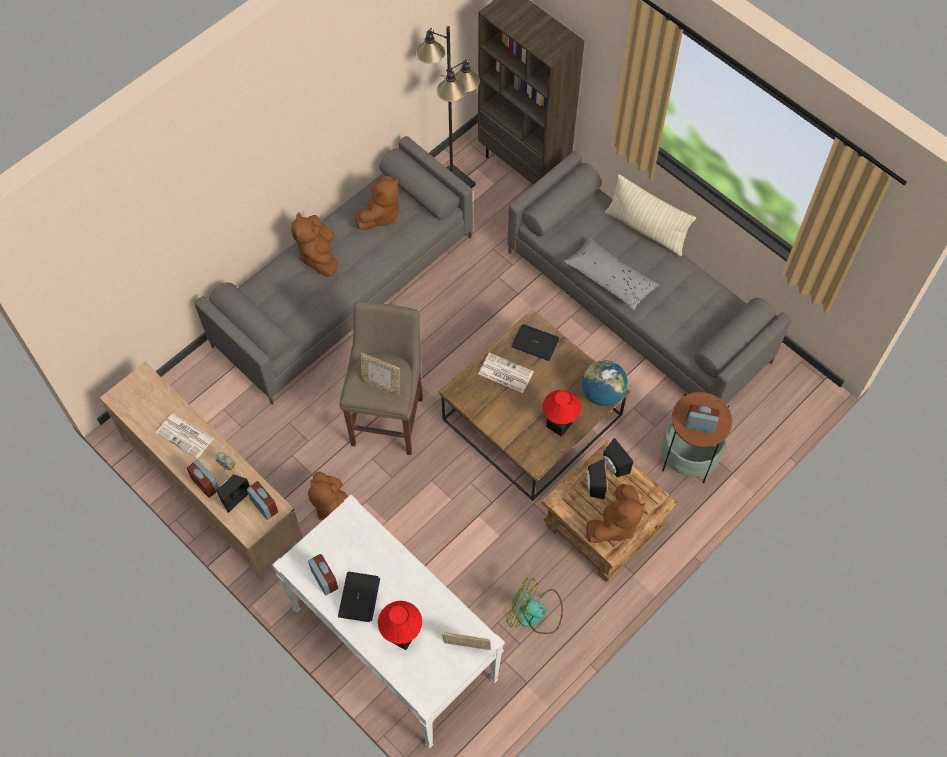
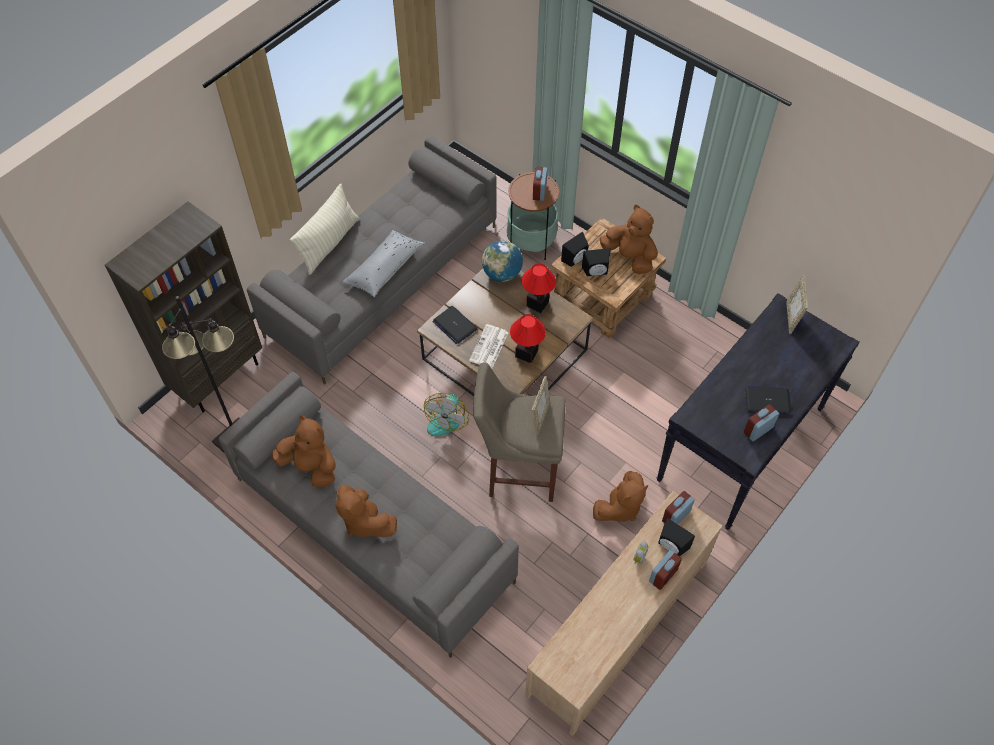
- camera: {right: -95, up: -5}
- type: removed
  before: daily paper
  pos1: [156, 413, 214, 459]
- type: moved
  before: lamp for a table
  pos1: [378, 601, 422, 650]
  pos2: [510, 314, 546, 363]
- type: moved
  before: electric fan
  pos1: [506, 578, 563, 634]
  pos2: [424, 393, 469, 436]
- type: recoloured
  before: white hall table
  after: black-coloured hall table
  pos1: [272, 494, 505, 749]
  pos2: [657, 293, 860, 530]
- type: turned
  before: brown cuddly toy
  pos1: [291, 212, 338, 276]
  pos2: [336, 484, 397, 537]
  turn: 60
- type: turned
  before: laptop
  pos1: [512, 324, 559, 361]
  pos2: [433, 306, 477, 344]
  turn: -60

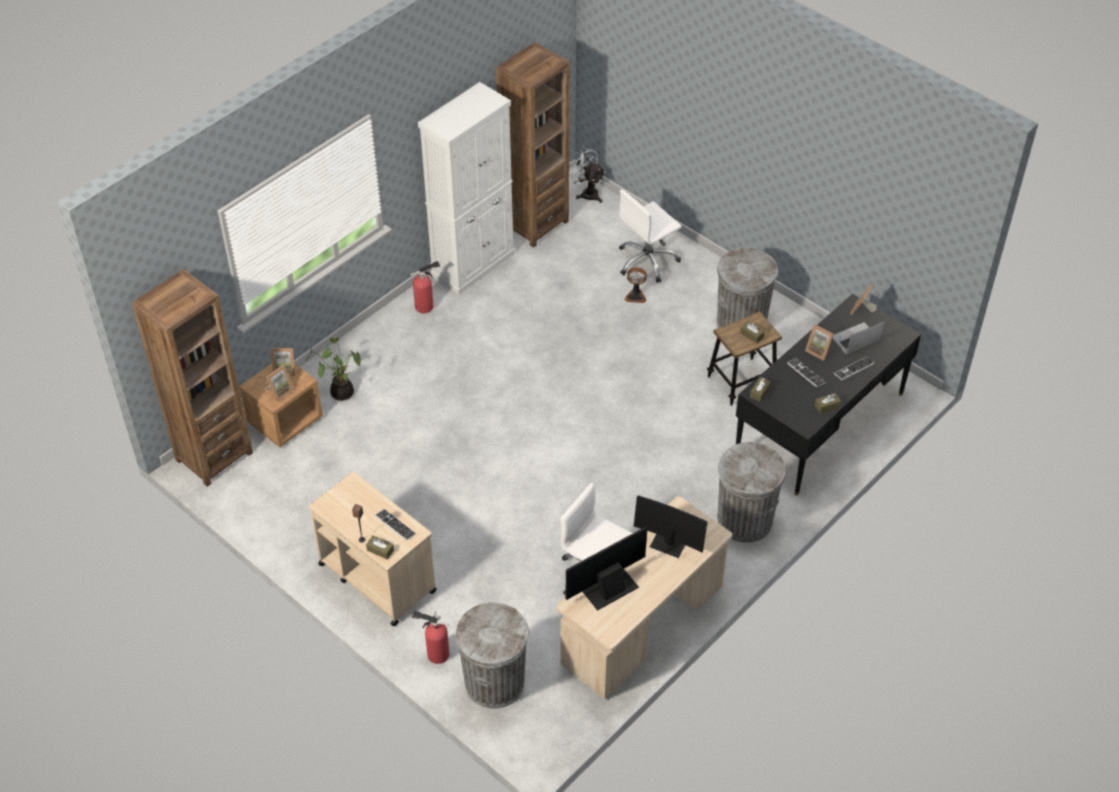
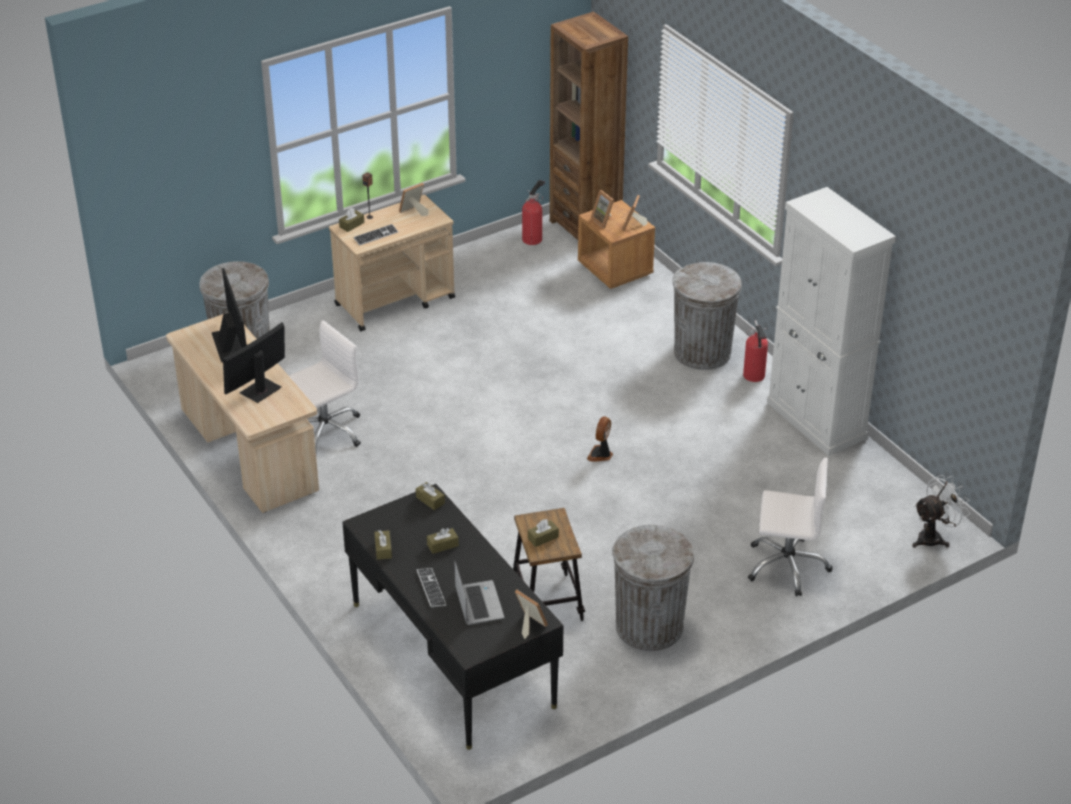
- camera: {right: 105, up: -10}
- type: removed
  before: plant in a pot
  pos1: [306, 337, 361, 401]
- type: removed
  before: brown bookcase
  pos1: [496, 42, 570, 248]
- type: moved
  before: extinguisher
  pos1: [412, 610, 450, 664]
  pos2: [522, 180, 545, 245]
- type: moved
  before: electric fan
  pos1: [625, 267, 647, 303]
  pos2: [587, 416, 613, 462]
- type: moved
  before: greyish rubbish bin
  pos1: [717, 442, 786, 543]
  pos2: [673, 262, 742, 370]
- type: moved
  before: picture frame
  pos1: [805, 324, 834, 361]
  pos2: [399, 183, 429, 216]
- type: replaced
  before: computer keyboard
  after: brown box of tissues
  pos1: [787, 358, 826, 388]
  pos2: [427, 528, 459, 554]
- type: turned
  before: white computer chair
  pos1: [619, 190, 682, 283]
  pos2: [748, 457, 832, 596]
  turn: 120

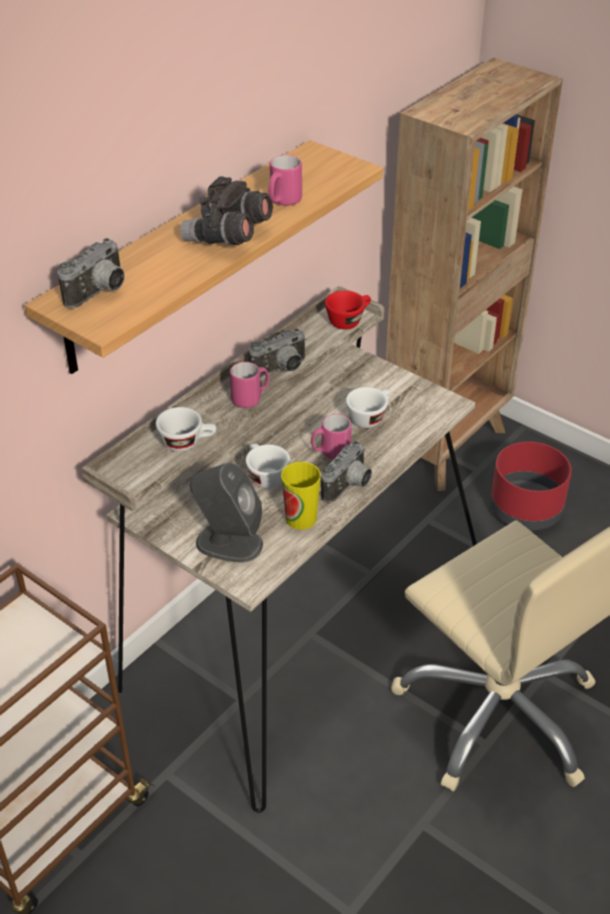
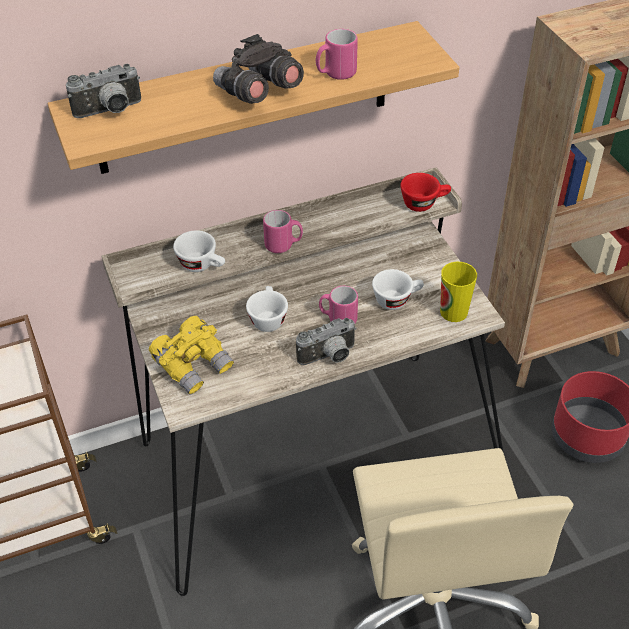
- camera: {right: 30, up: 5}
- type: removed
  before: photo camera
  pos1: [249, 328, 307, 377]
- type: moved
  before: cup
  pos1: [281, 462, 321, 530]
  pos2: [440, 262, 477, 322]
- type: replaced
  before: greyish speaker
  after: yellow field glasses
  pos1: [190, 463, 263, 562]
  pos2: [149, 316, 234, 394]

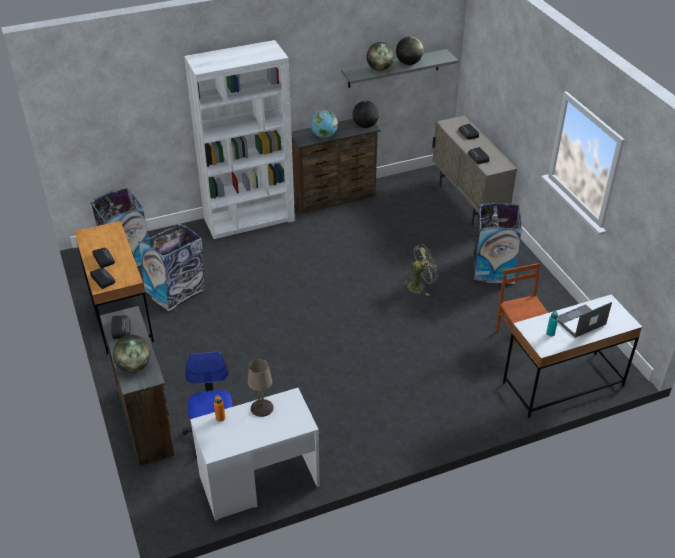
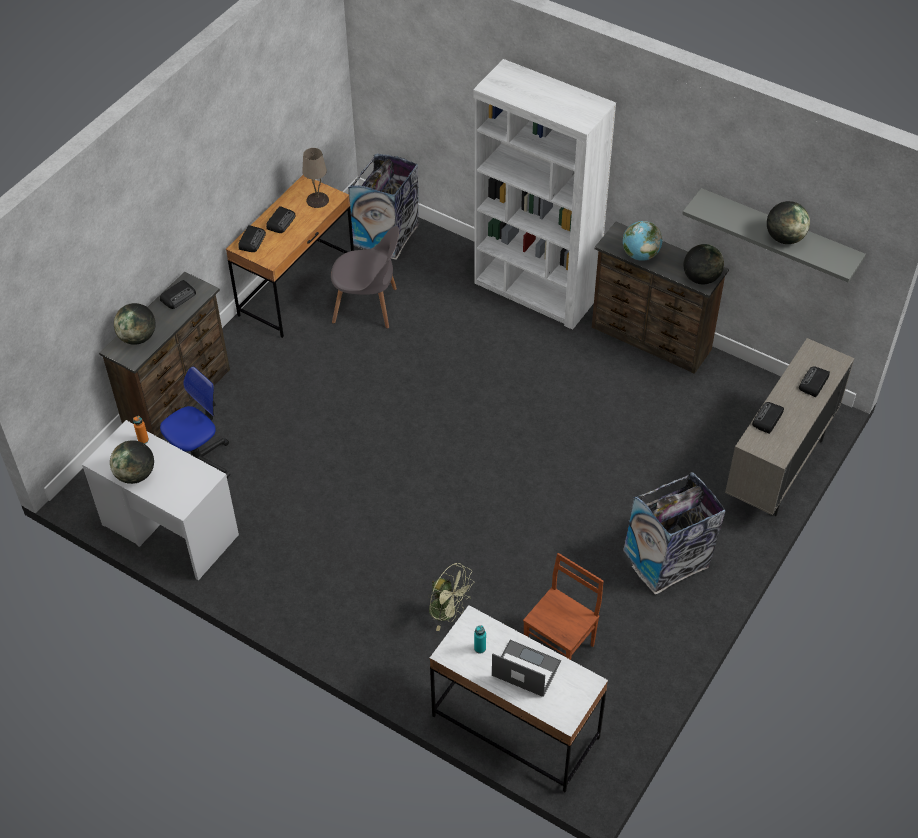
- camera: {right: 55, up: 10}
- type: moved
  before: sand-coloured lamp for a table
  pos1: [248, 359, 274, 417]
  pos2: [302, 148, 329, 208]
- type: moved
  before: desk globe
  pos1: [367, 42, 394, 71]
  pos2: [110, 440, 154, 484]
- type: moved
  before: green electric fan
  pos1: [401, 244, 438, 296]
  pos2: [428, 562, 475, 631]
- type: replaced
  before: rubbish bin
  after: greyish upright chair
  pos1: [138, 223, 205, 311]
  pos2: [331, 226, 399, 329]

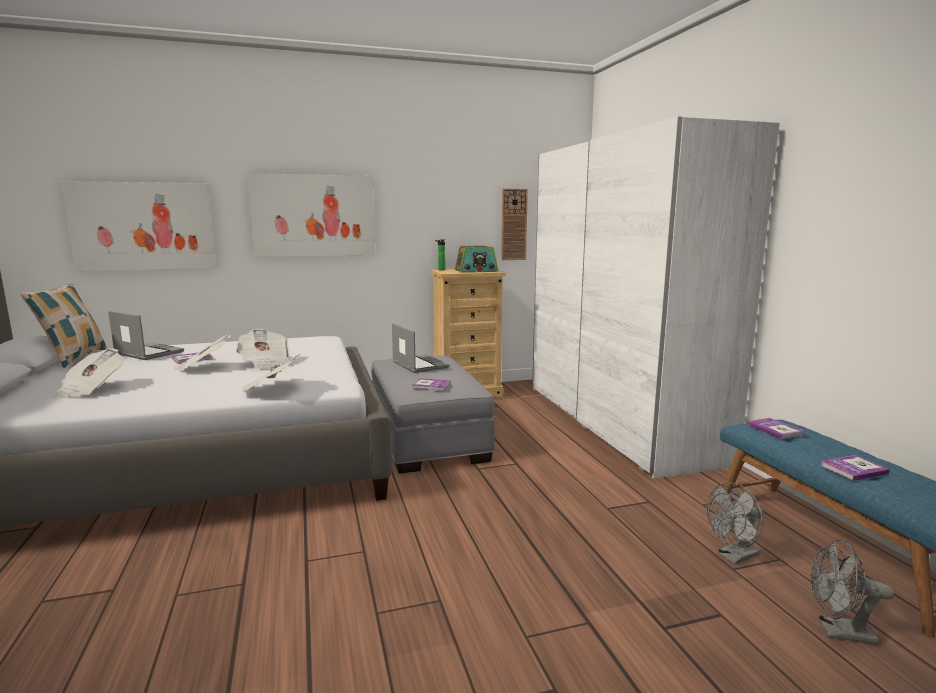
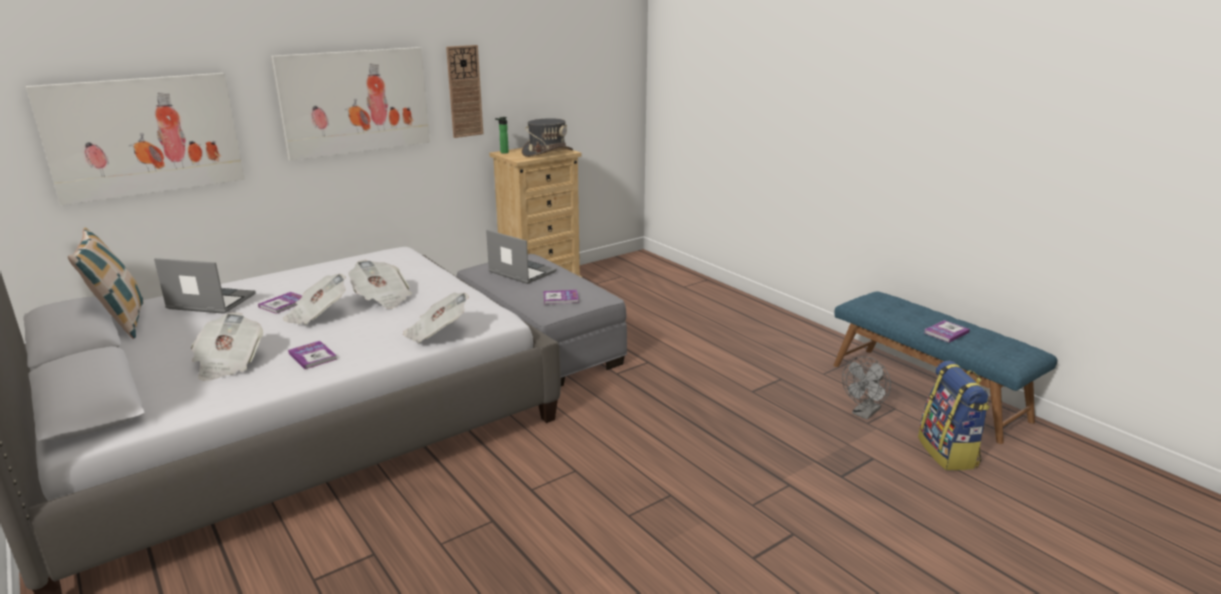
- camera: {right: -20, up: 10}
- type: removed
  before: white armoire
  pos1: [532, 116, 780, 479]
- type: moved
  before: wall clock
  pos1: [501, 189, 528, 260]
  pos2: [446, 45, 483, 138]
- type: moved
  before: volume
  pos1: [747, 418, 803, 439]
  pos2: [288, 341, 337, 369]
- type: replaced
  before: radio set
  after: greyish hat
  pos1: [455, 246, 498, 273]
  pos2: [522, 118, 573, 157]
- type: replaced
  before: greyish electric fan
  after: backpack
  pos1: [810, 539, 894, 645]
  pos2: [918, 361, 990, 471]

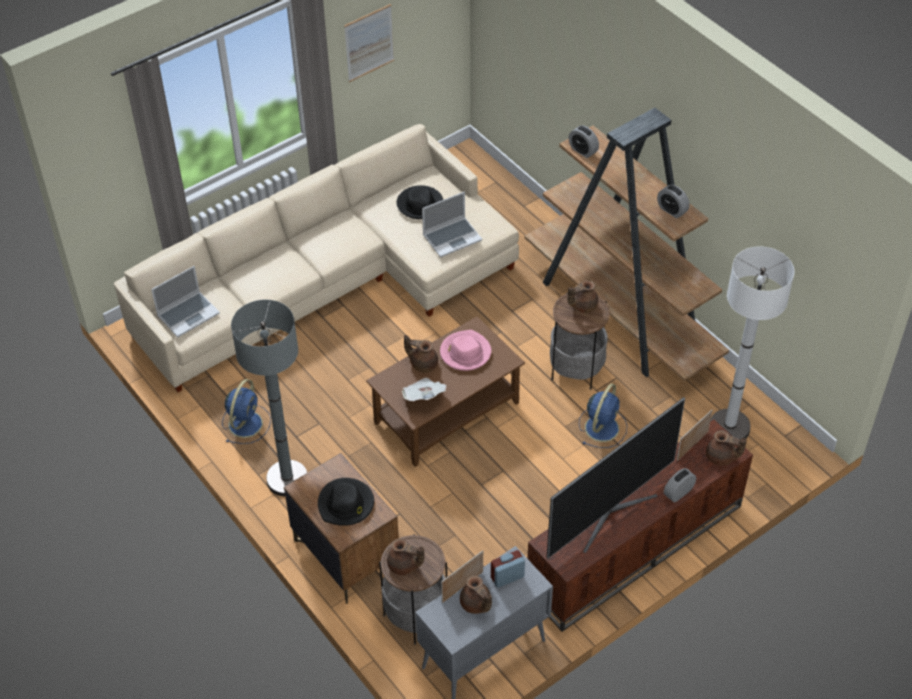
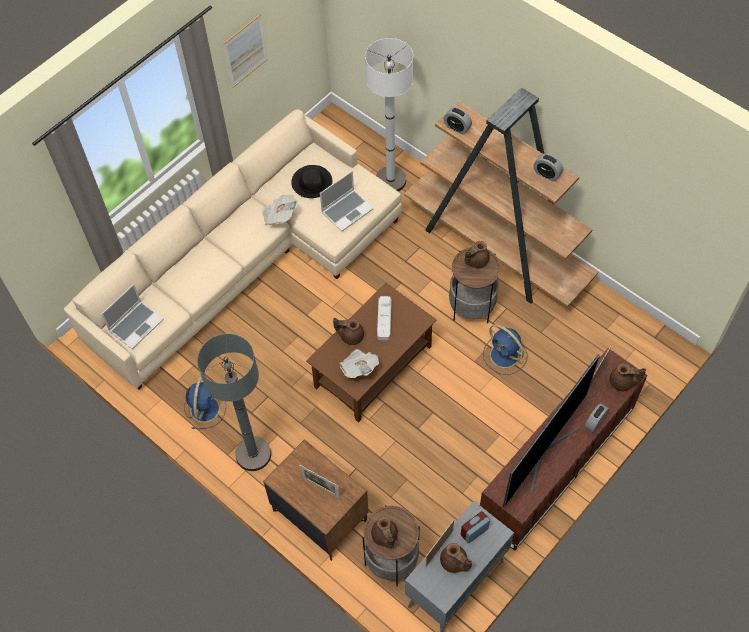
- camera: {right: -10, up: 10}
- type: added
  after: daily paper
  pos2: [262, 194, 297, 226]
- type: moved
  before: white standing lamp
  pos1: [710, 247, 794, 440]
  pos2: [365, 38, 413, 192]
- type: replaced
  before: black-coloured hat
  after: picture frame
  pos1: [318, 478, 374, 526]
  pos2: [299, 465, 340, 499]
- type: replaced
  before: pink-coloured hat
  after: greyish carrying tray
  pos1: [440, 330, 491, 371]
  pos2: [377, 296, 392, 340]
- type: turned
  before: brown tea pot
  pos1: [387, 538, 425, 575]
  pos2: [371, 517, 398, 548]
  turn: 60
- type: turned
  before: blue-coloured electric fan
  pos1: [579, 383, 627, 448]
  pos2: [483, 324, 528, 375]
  turn: 120

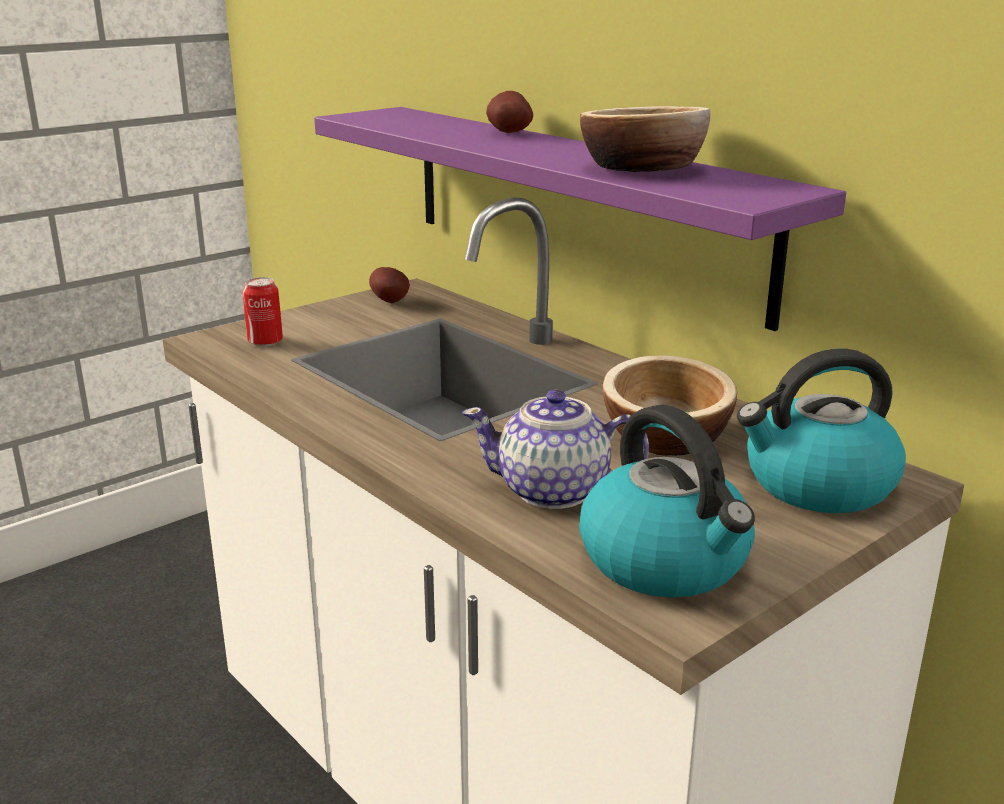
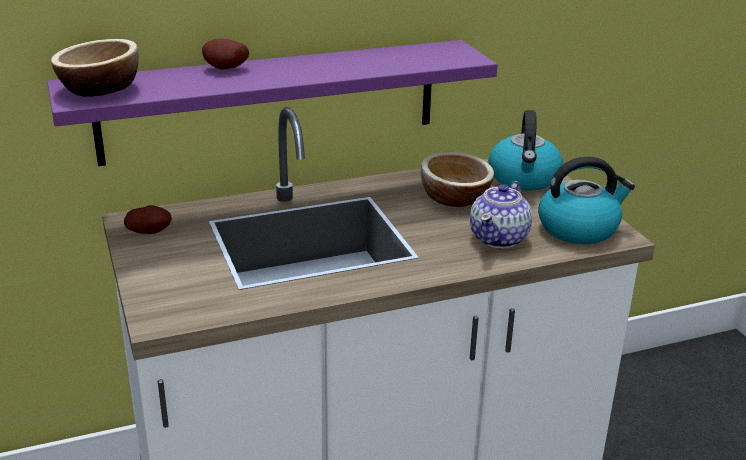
- camera: {right: -70, up: 5}
- type: removed
  before: metal can
  pos1: [243, 277, 283, 347]
- type: moved
  before: deep dish
  pos1: [580, 106, 710, 172]
  pos2: [51, 39, 139, 97]

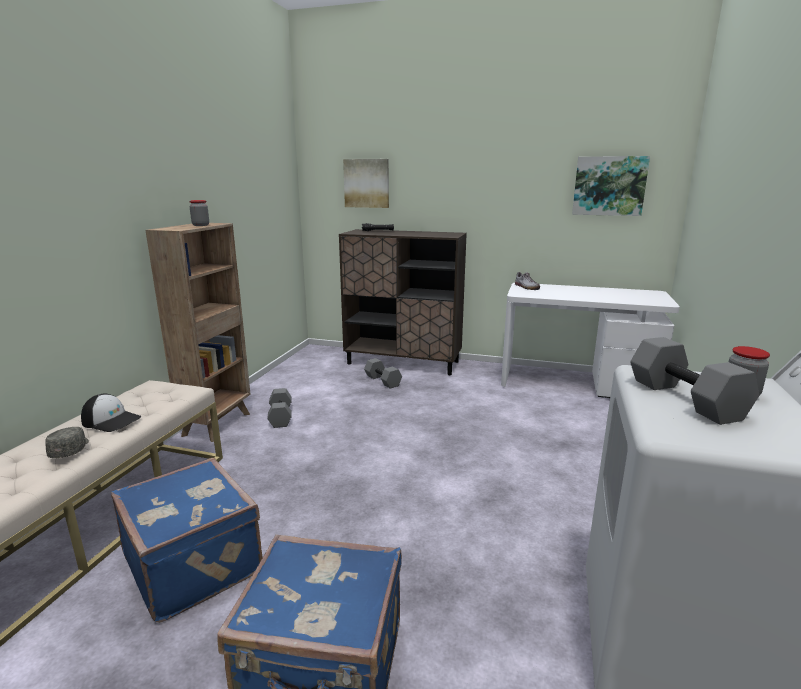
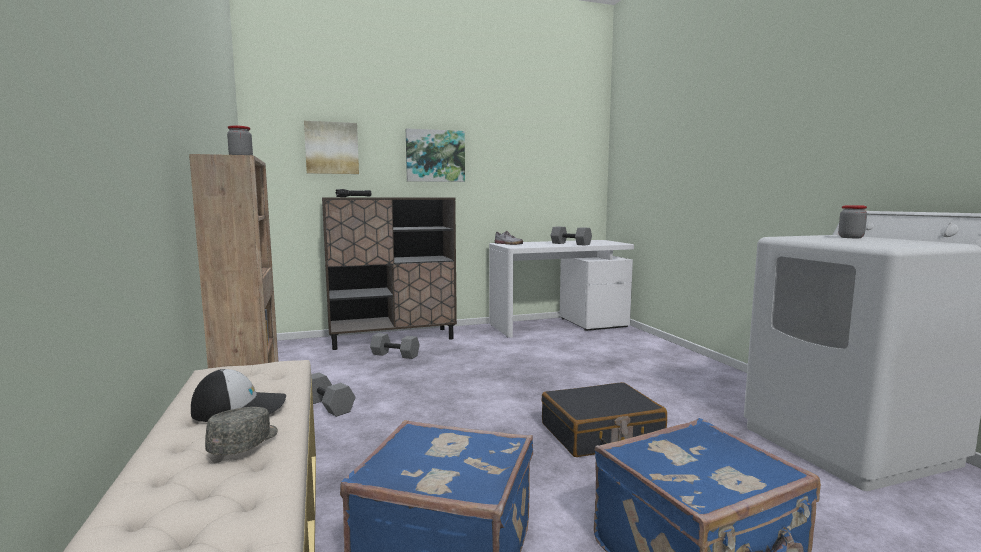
- camera: {right: -35, up: -10}
- type: added
  after: black-coloured travel case
  pos2: [541, 382, 667, 457]
- type: moved
  before: wall art
  pos1: [572, 156, 650, 216]
  pos2: [406, 128, 465, 182]
- type: moved
  before: greyish hand weight
  pos1: [630, 337, 759, 425]
  pos2: [551, 226, 592, 246]
- type: turned
  before: greyish cap
  pos1: [45, 427, 89, 458]
  pos2: [205, 407, 278, 455]
  turn: 60

